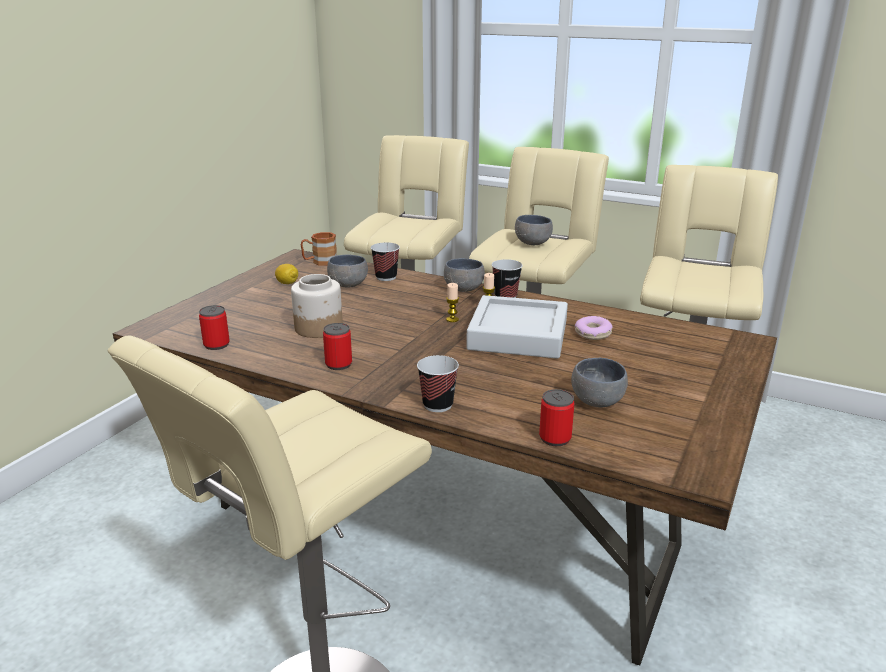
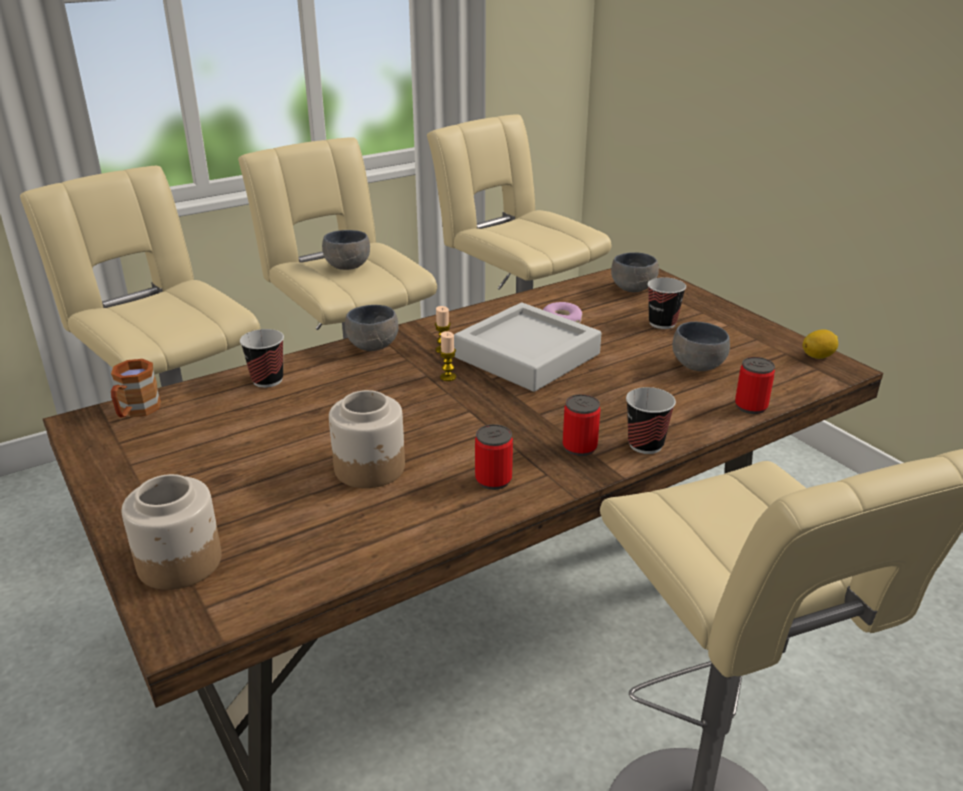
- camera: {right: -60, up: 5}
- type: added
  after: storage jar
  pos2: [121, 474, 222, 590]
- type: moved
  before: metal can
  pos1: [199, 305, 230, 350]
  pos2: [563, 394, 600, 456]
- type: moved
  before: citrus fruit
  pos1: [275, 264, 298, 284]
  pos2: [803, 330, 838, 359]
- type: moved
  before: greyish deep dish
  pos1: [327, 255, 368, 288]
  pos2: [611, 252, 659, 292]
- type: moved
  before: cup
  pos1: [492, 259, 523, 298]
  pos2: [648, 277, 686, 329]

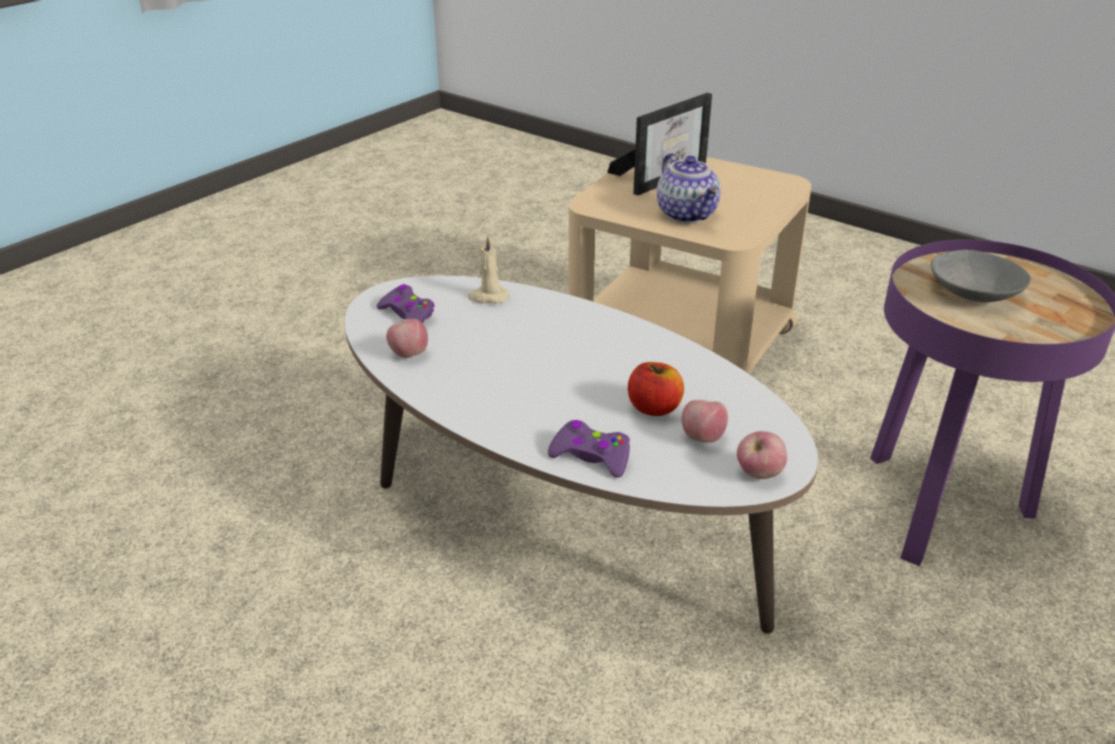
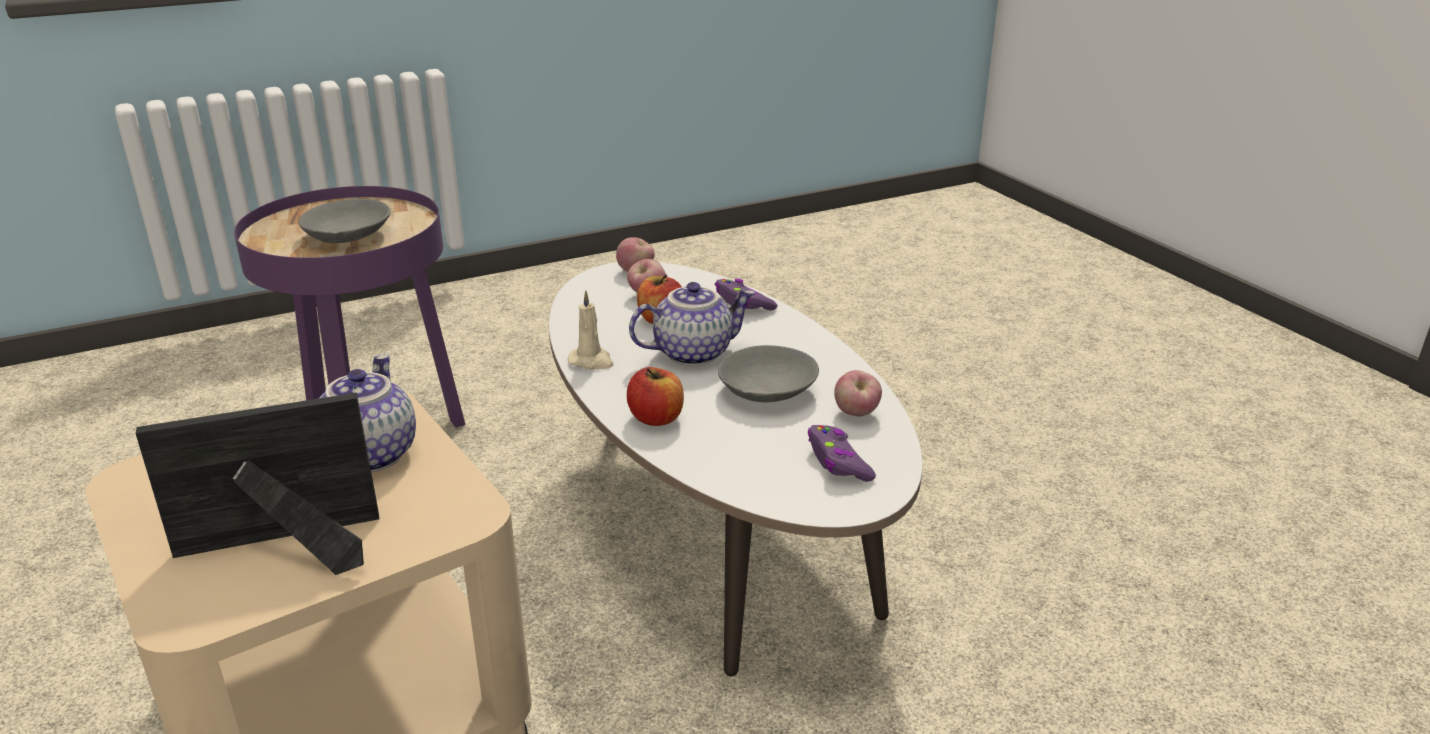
- camera: {right: -155, up: -5}
- type: added
  after: whole apple
  pos2: [627, 367, 684, 426]
- type: added
  after: tea pot
  pos2: [629, 282, 755, 366]
- type: added
  after: greyish deep dish
  pos2: [718, 345, 819, 402]
- type: moved
  before: sand-coloured wax light
  pos1: [468, 236, 509, 303]
  pos2: [568, 290, 614, 370]

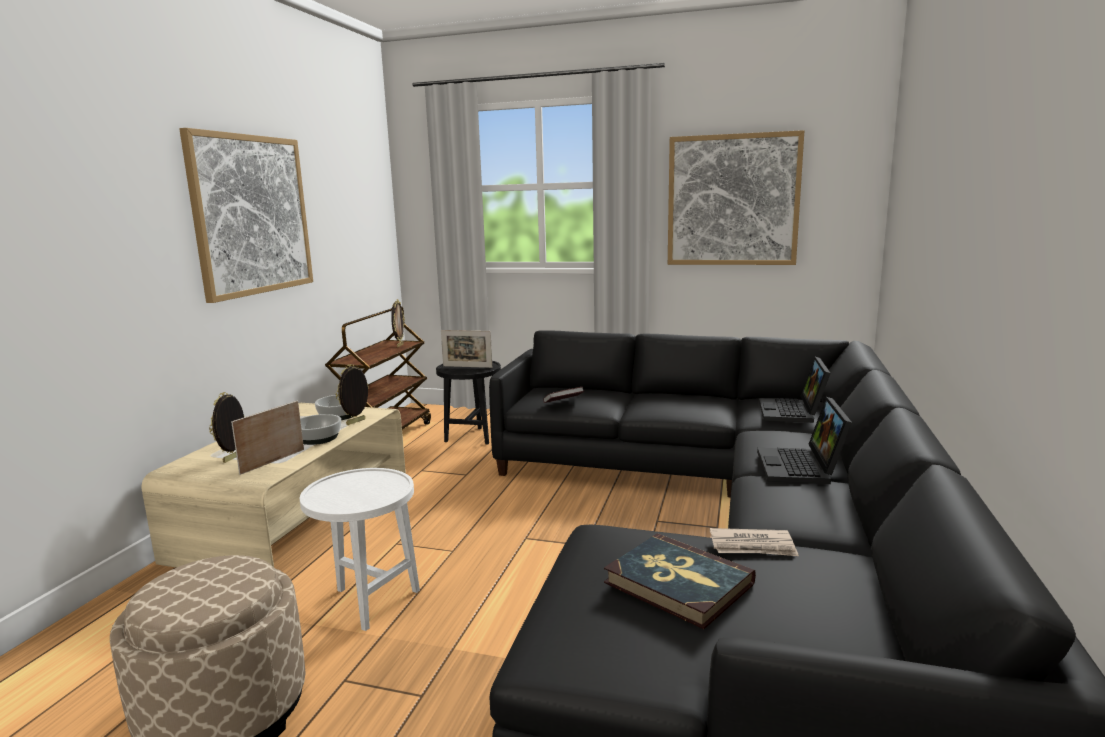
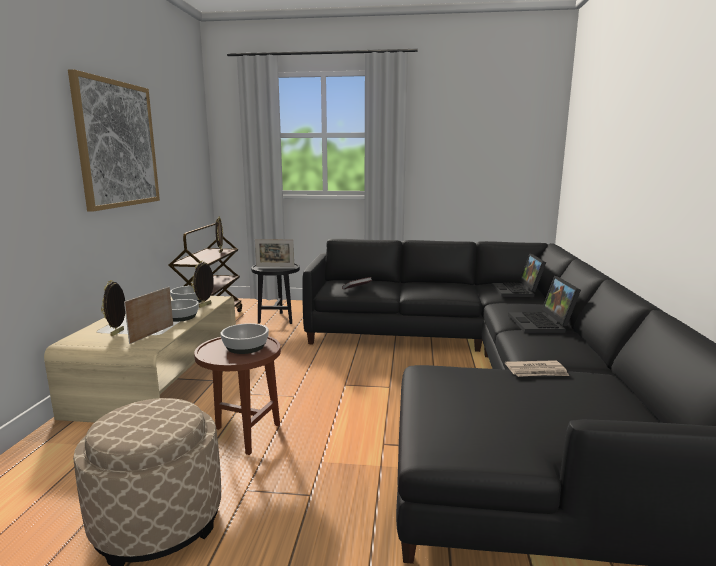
- camera: {right: -10, up: 0}
- type: removed
  before: volume
  pos1: [604, 534, 756, 629]
- type: removed
  before: wall art
  pos1: [668, 130, 804, 265]
- type: added
  after: deep dish
  pos2: [221, 323, 269, 354]
- type: recoloured
  before: white side table
  after: brown side table
  pos1: [300, 468, 420, 631]
  pos2: [194, 336, 281, 455]

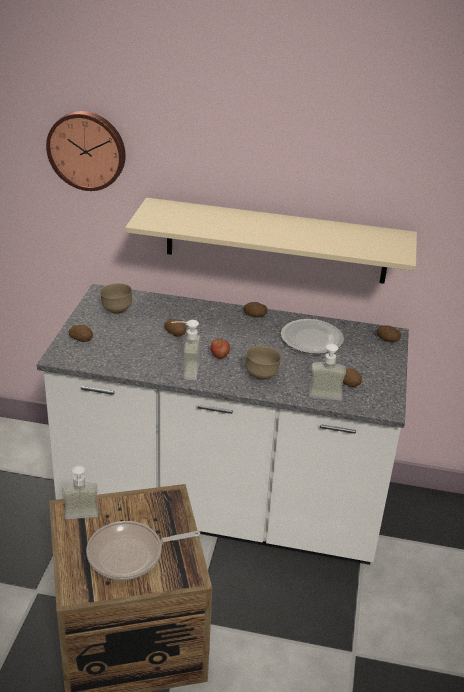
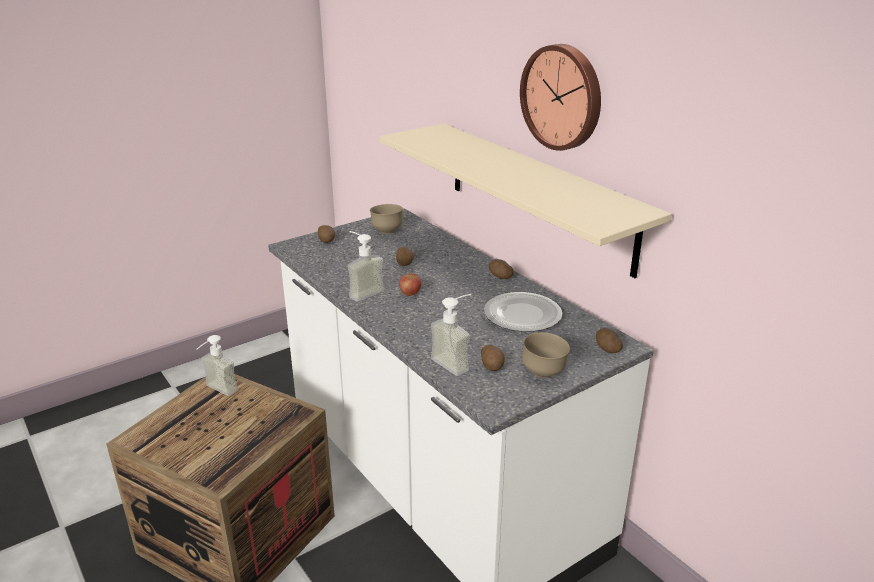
- camera: {right: 45, up: -5}
- type: removed
  before: pan
  pos1: [86, 521, 200, 580]
- type: moved
  before: wall clock
  pos1: [46, 111, 126, 191]
  pos2: [520, 44, 601, 151]
- type: moved
  before: brown deep dish
  pos1: [245, 346, 281, 380]
  pos2: [522, 332, 570, 378]

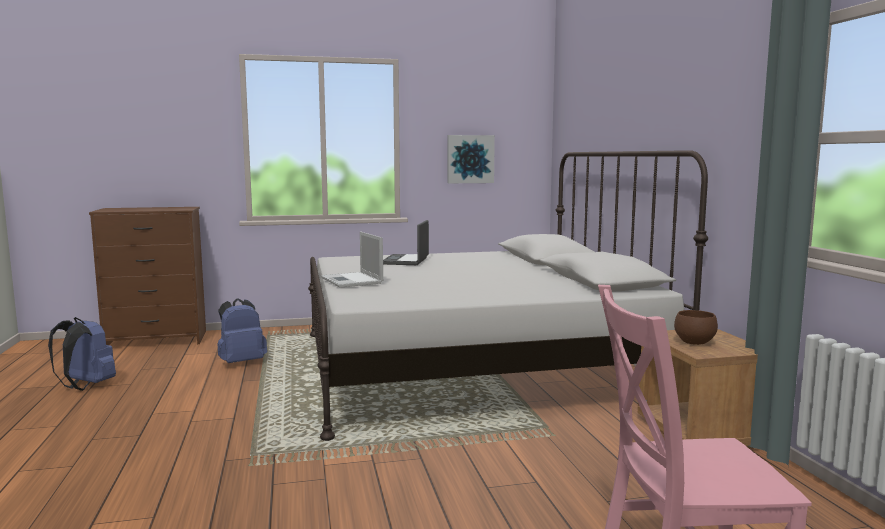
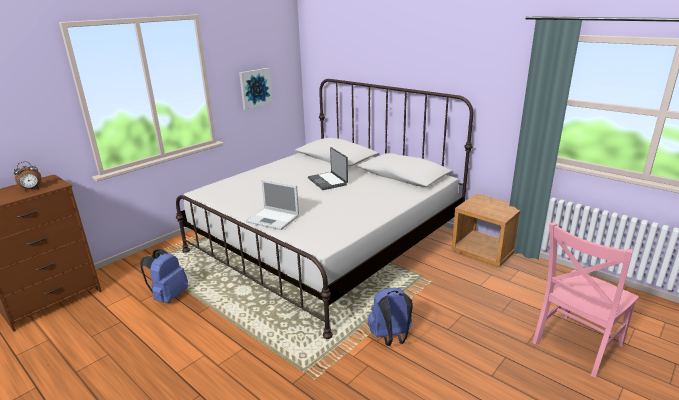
- camera: {right: -35, up: 15}
- type: removed
  before: brown deep dish
  pos1: [674, 310, 718, 345]
- type: added
  after: alarm clock
  pos2: [14, 161, 42, 191]
- type: moved
  before: blue-coloured backpack
  pos1: [48, 317, 116, 391]
  pos2: [368, 288, 413, 346]
- type: moved
  before: laptop
  pos1: [383, 220, 429, 265]
  pos2: [308, 147, 348, 190]

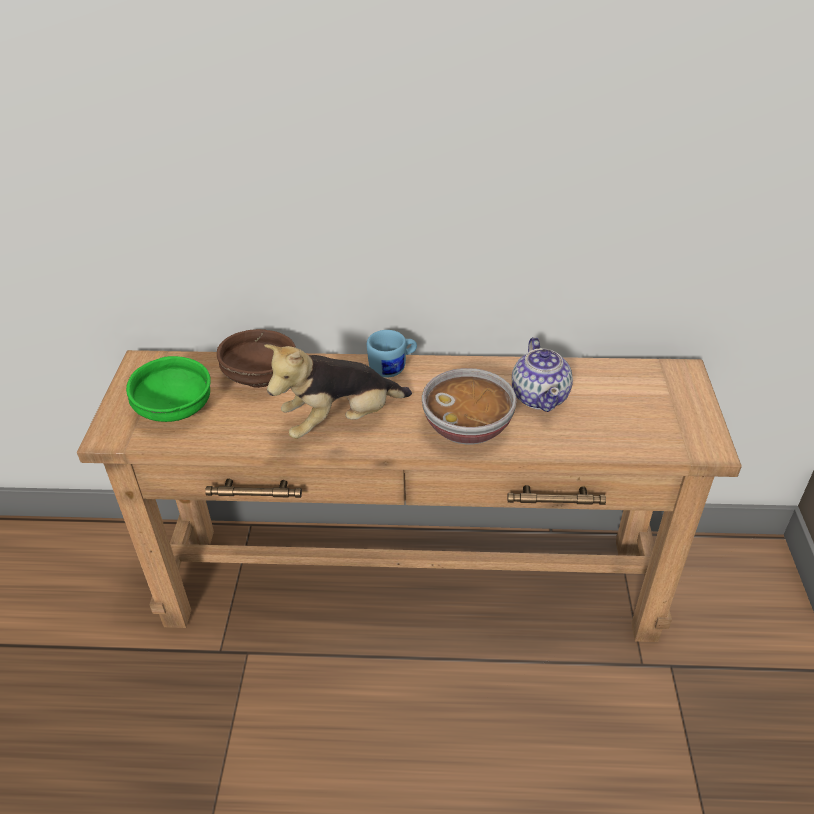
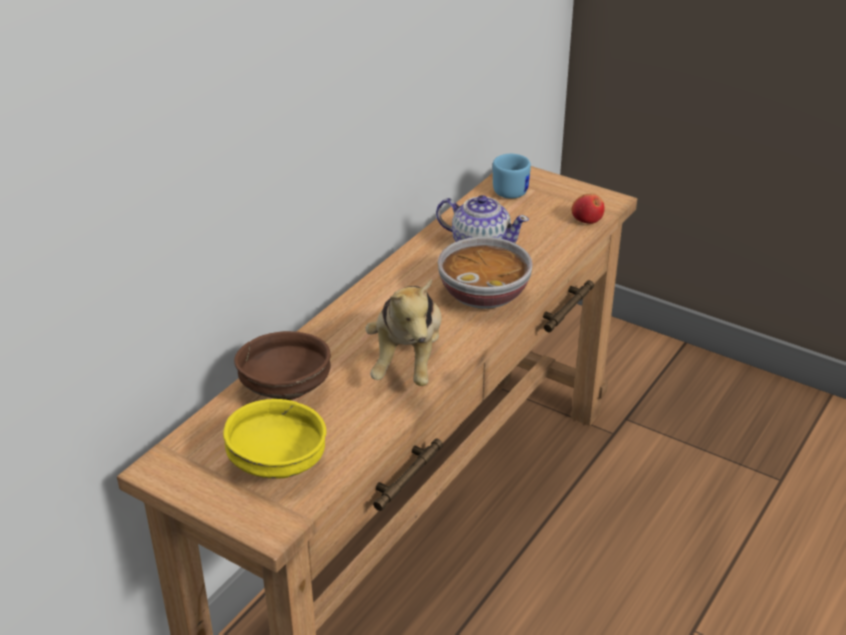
- camera: {right: -60, up: -5}
- type: added
  after: whole apple
  pos2: [572, 194, 605, 224]
- type: moved
  before: blue-coloured mug
  pos1: [367, 330, 417, 378]
  pos2: [493, 154, 531, 199]
- type: recoloured
  before: green deep dish
  after: yellow deep dish
  pos1: [126, 356, 211, 422]
  pos2: [223, 399, 326, 479]

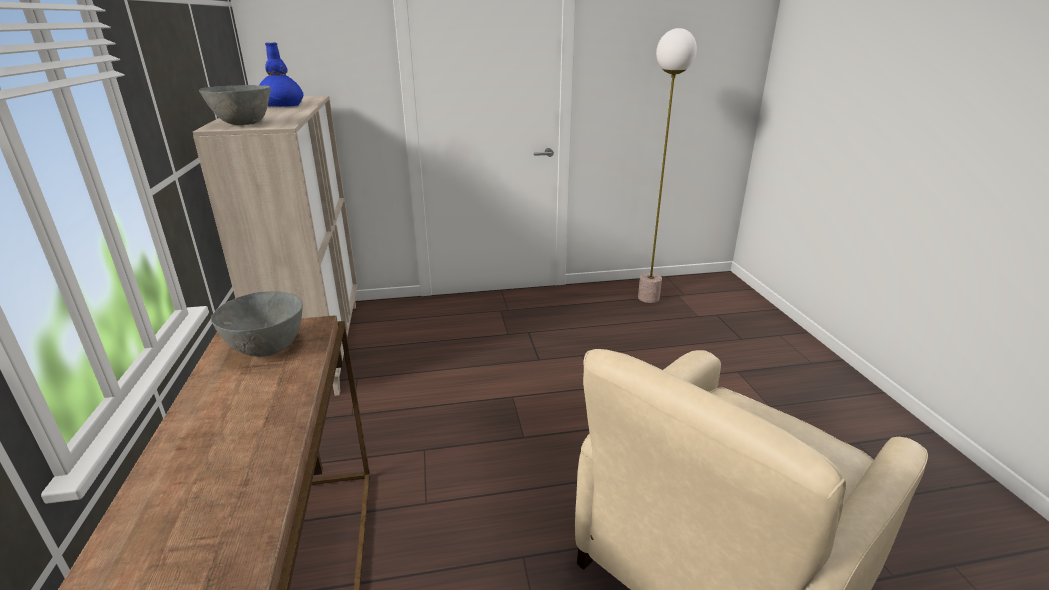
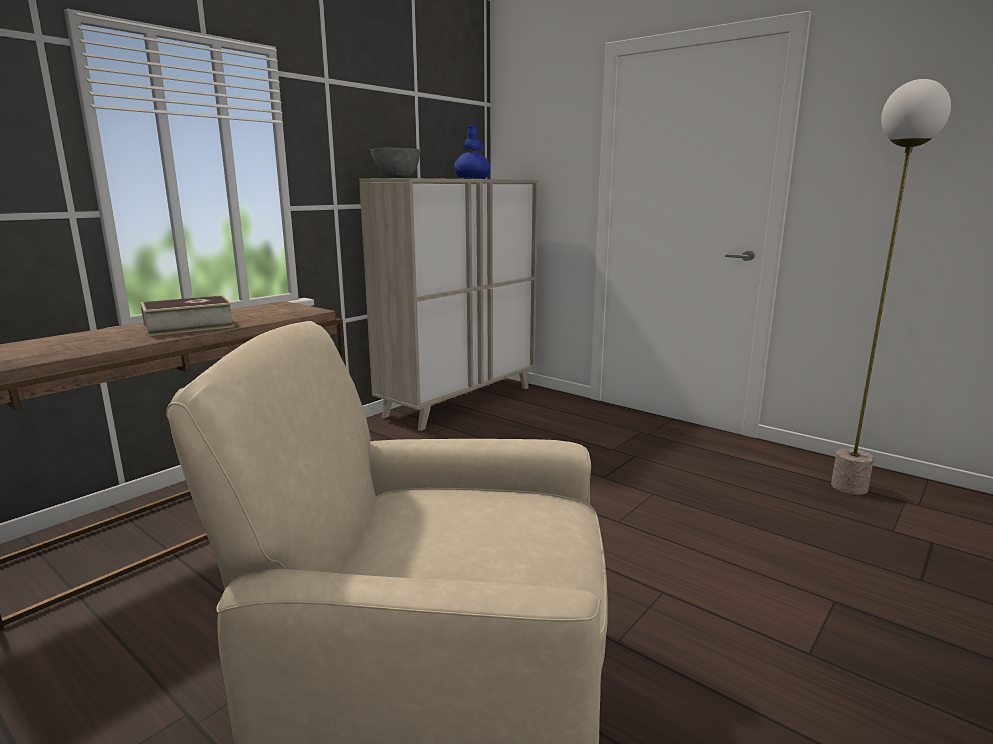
- camera: {right: 50, up: -10}
- type: removed
  before: greyish deep dish
  pos1: [211, 291, 303, 357]
- type: added
  after: volume
  pos2: [140, 296, 234, 336]

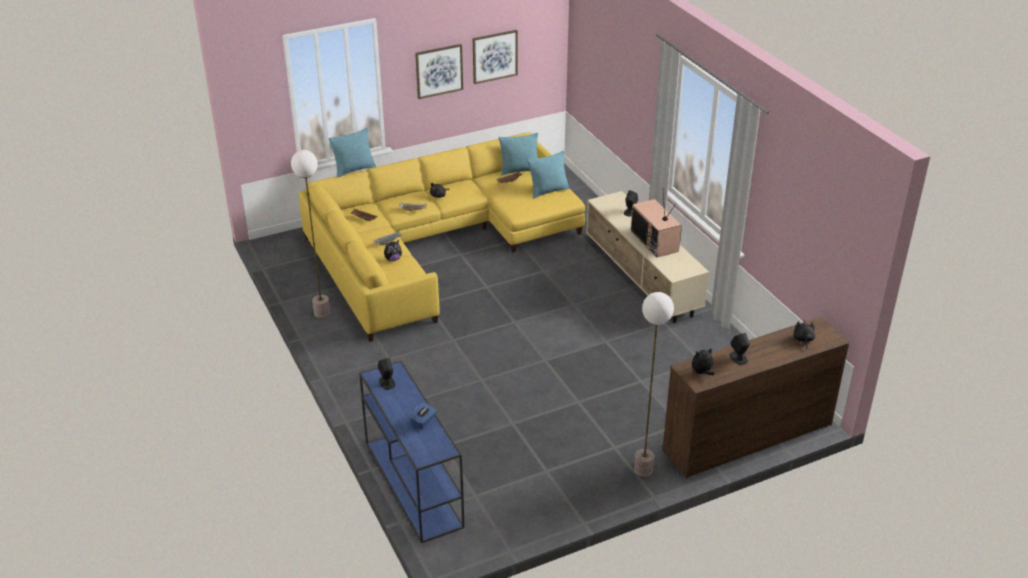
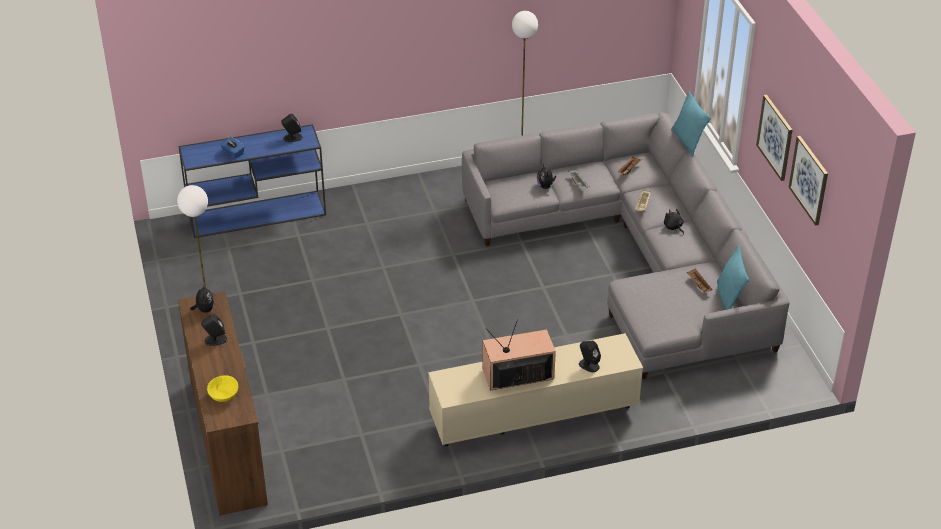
- camera: {right: 100, up: 5}
- type: removed
  before: blue-green throw pillow
  pos1: [527, 150, 570, 199]
- type: replaced
  before: black-coloured cuddly toy
  after: yellow deep dish
  pos1: [793, 319, 815, 349]
  pos2: [207, 376, 238, 402]
- type: recoloured
  before: yellow sofa
  after: greyish sofa
  pos1: [299, 132, 585, 342]
  pos2: [462, 112, 789, 379]

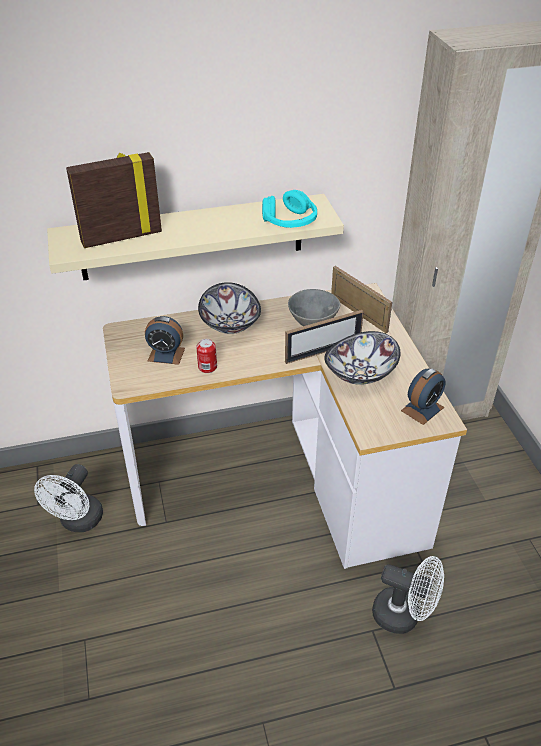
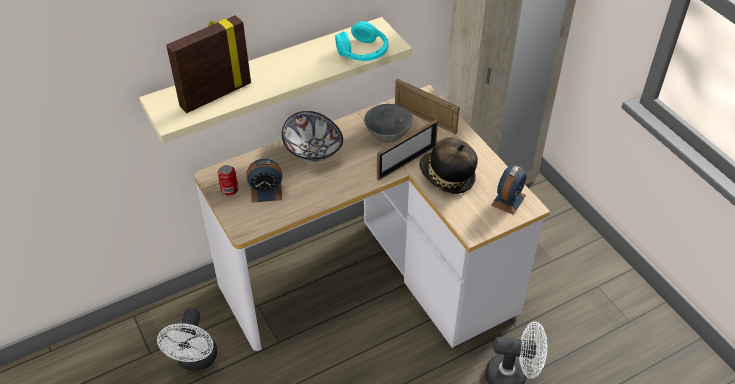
- camera: {right: -15, up: 5}
- type: moved
  before: metal can
  pos1: [196, 339, 217, 373]
  pos2: [218, 165, 238, 196]
- type: replaced
  before: deep dish
  after: hat
  pos1: [324, 331, 401, 385]
  pos2: [419, 137, 478, 194]

